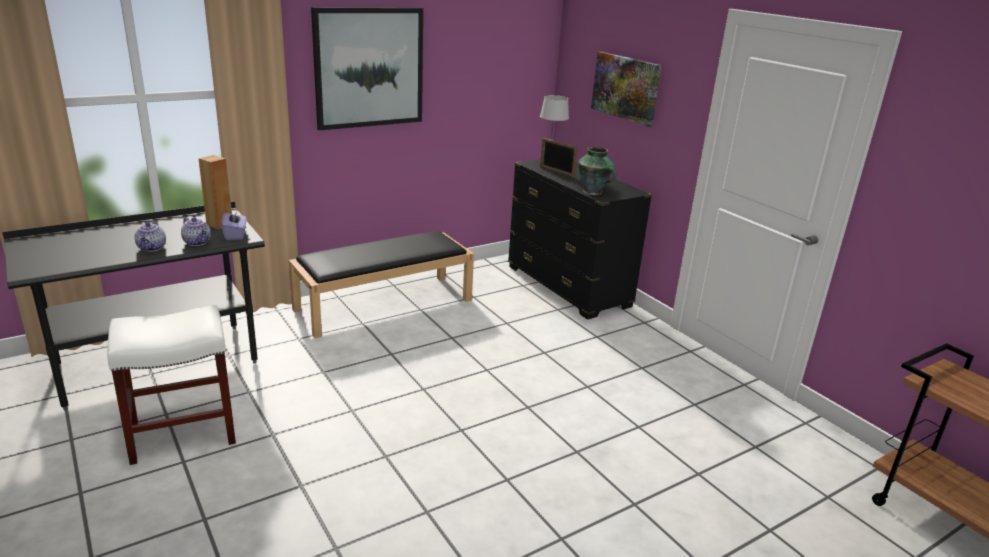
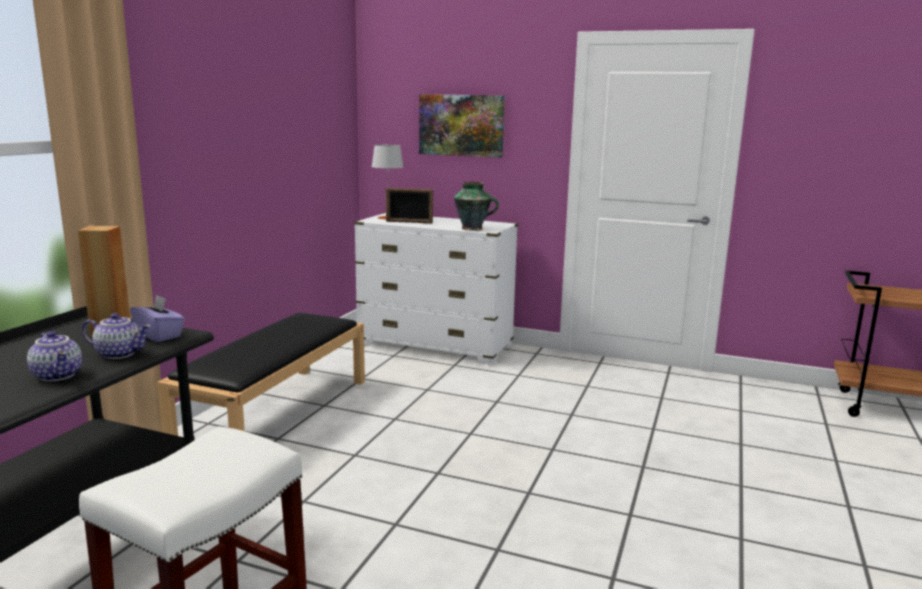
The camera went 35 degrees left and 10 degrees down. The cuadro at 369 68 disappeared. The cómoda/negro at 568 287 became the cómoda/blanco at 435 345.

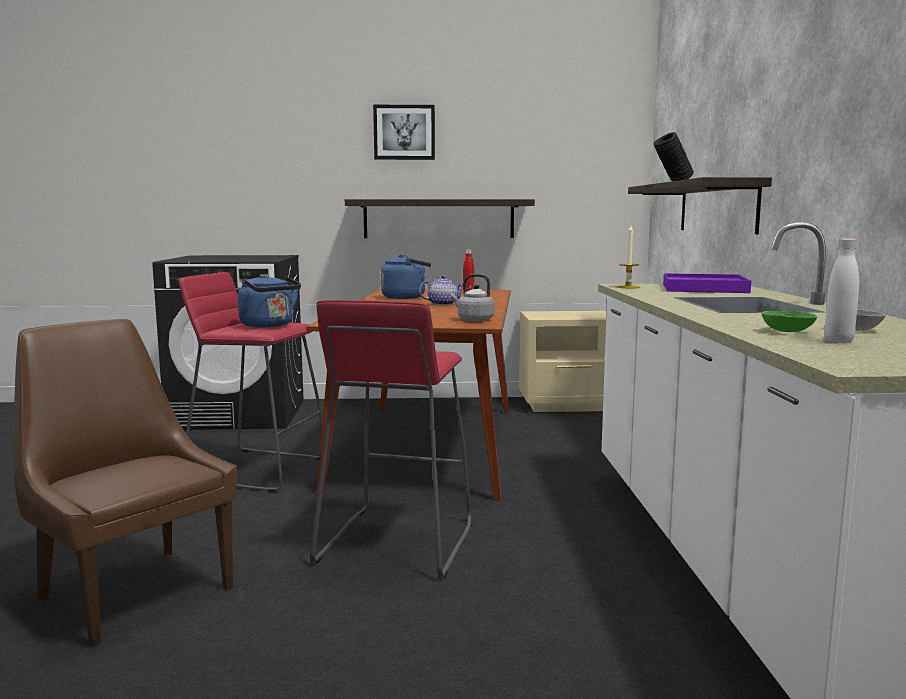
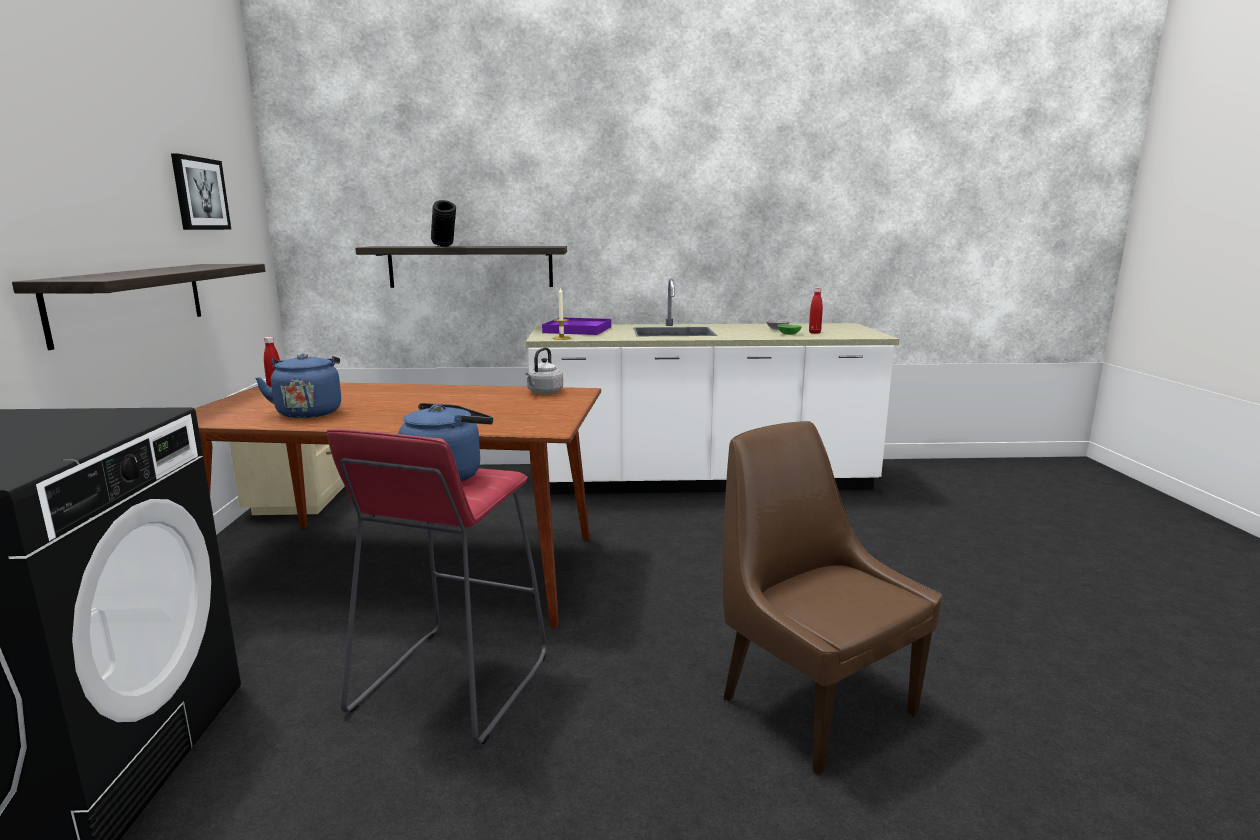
The camera went 90 degrees left and 5 degrees up. The taburete/rojo at 395 542 disappeared. The tetera at 442 304 disappeared. The cuadro moved from 404 132 to 199 194. The botella/blanco at 838 341 became the botella/rojo at 814 333. The silla/marrón at 133 591 turned 105 degrees clockwise.

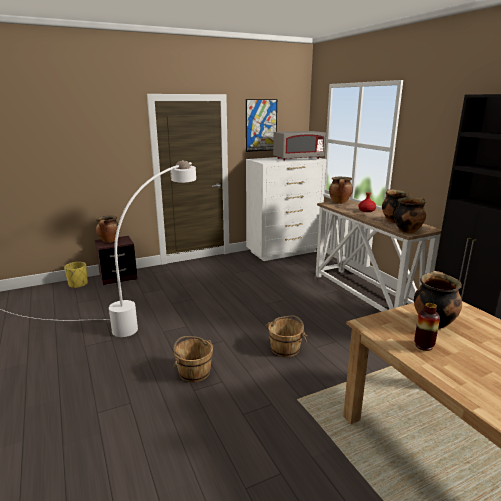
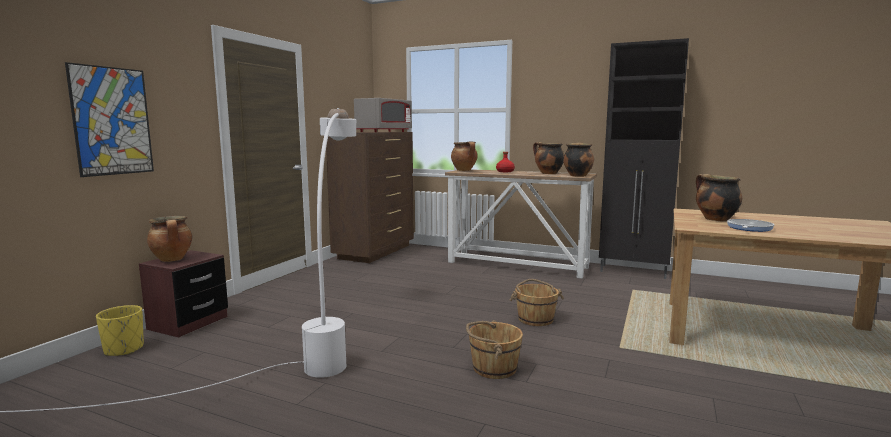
The camera went 40 degrees left and 10 degrees down. The cuadro moved from 261 125 to 112 121. The florero at 423 346 was replaced by the sartén at 748 228. The cómoda/blanco at 284 251 became the cómoda/marrón at 376 251.

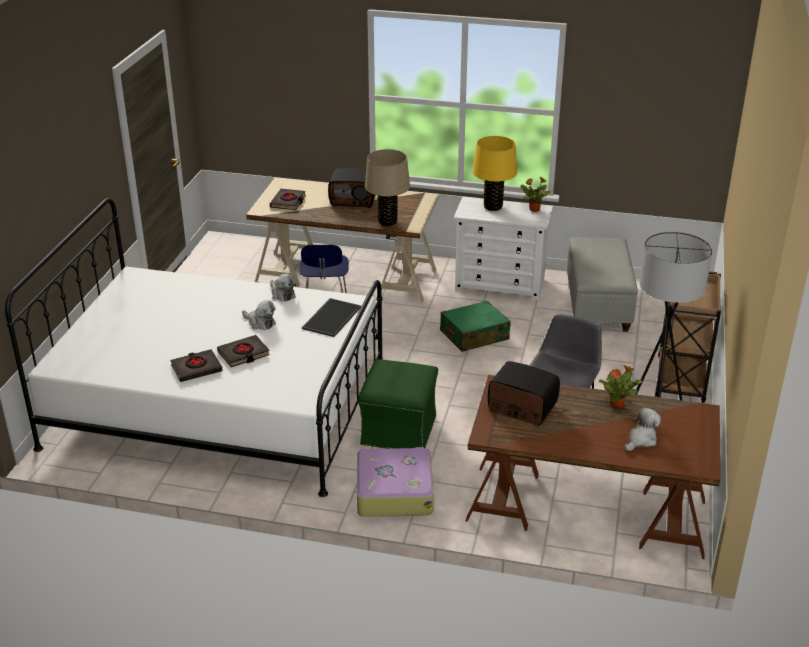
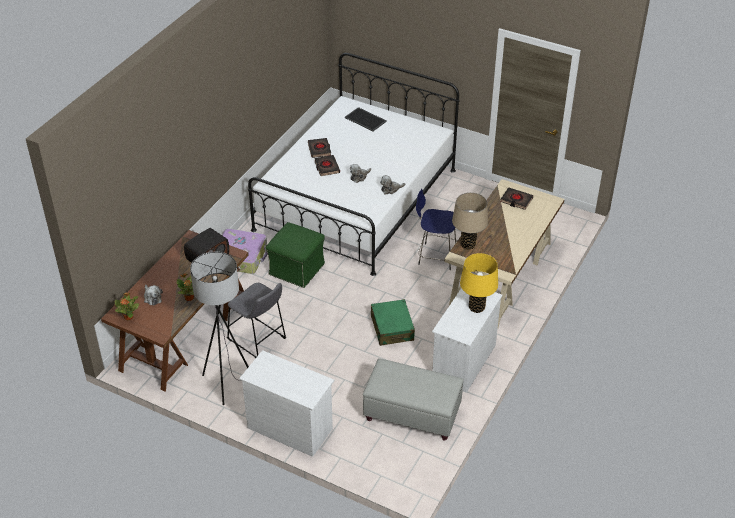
The camera went 105 degrees right and 10 degrees up. The radio at 353 200 disappeared. The bandeja moved from 331 317 to 366 119. The planta en maceta moved from 534 209 to 128 317. The carrito/marrón at 680 381 was replaced by the cómoda/blanco at 289 428.

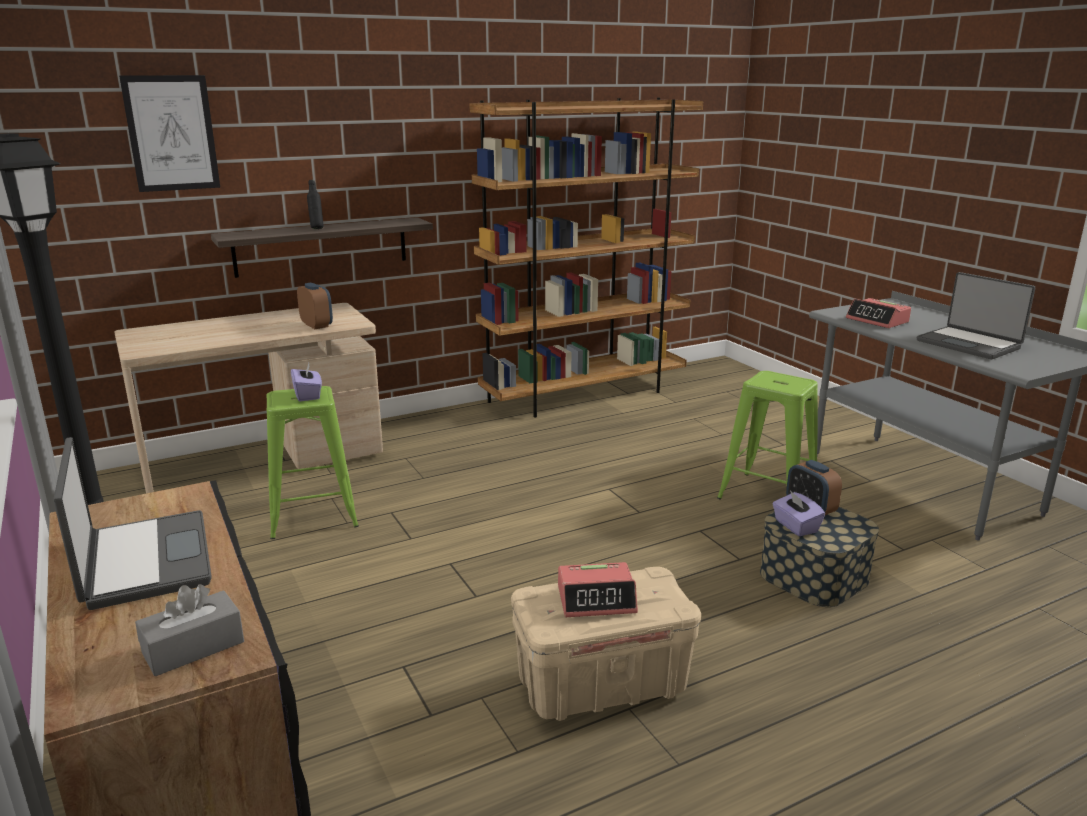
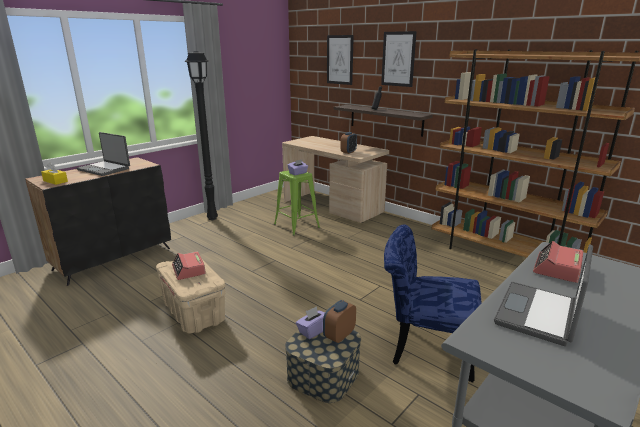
The camera went 70 degrees right and 0 degrees up. The cuadro at 398 59 appeared. The taburete/verde at 768 496 was replaced by the silla/azul at 424 347. The caja de pañuelos/gris at 193 647 became the caja de pañuelos/amarillo at 55 181. The portátil at 143 561 turned 75 degrees clockwise.

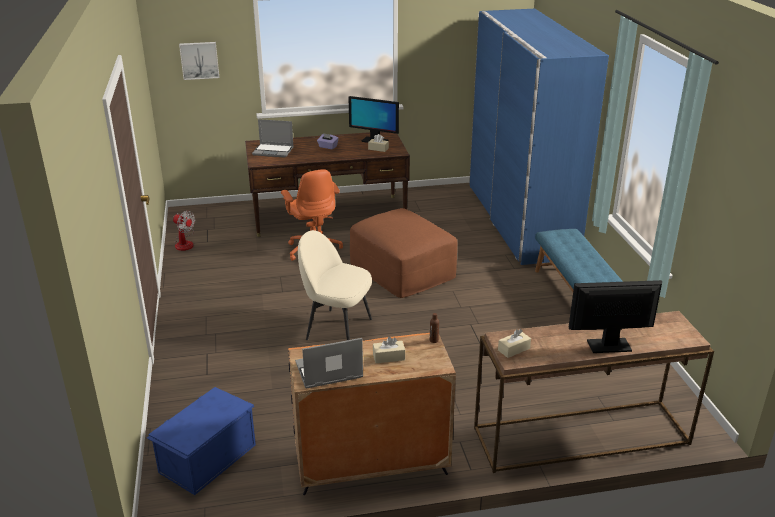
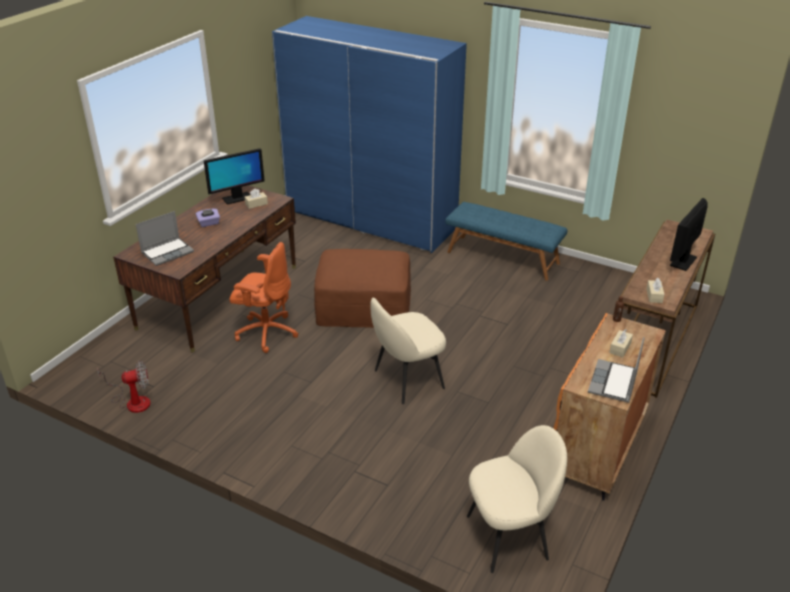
The camera went 50 degrees left and 5 degrees up. The cuadro at 199 60 disappeared. The caja de almacenaje/azul at 206 458 was replaced by the silla/beis at 509 536.

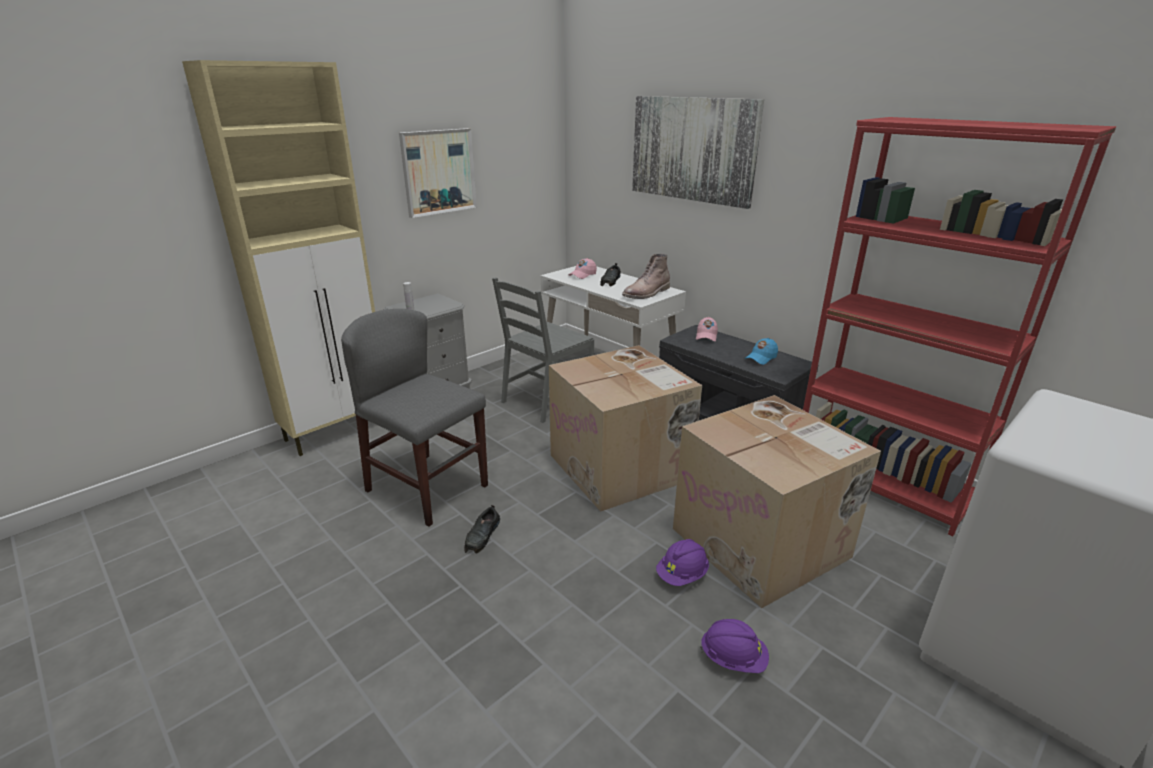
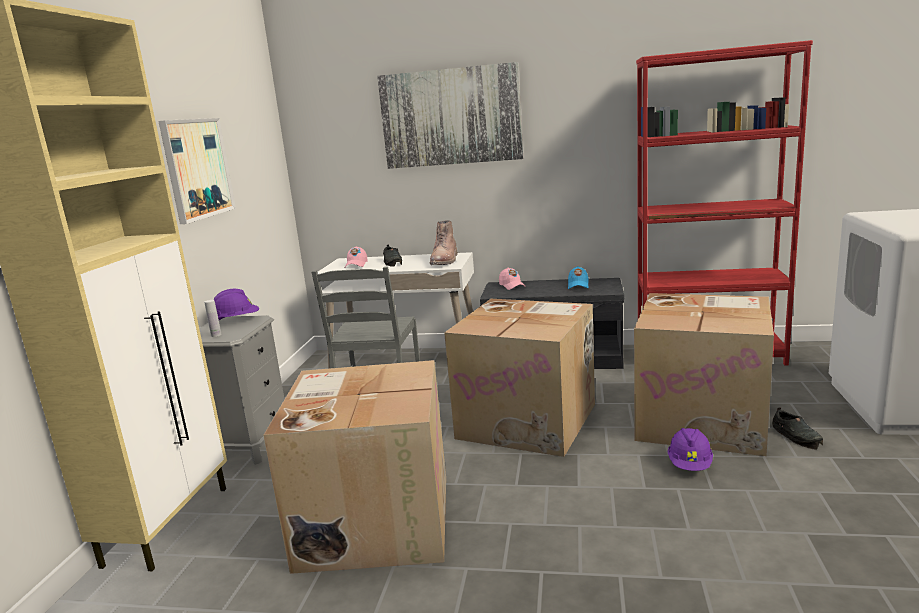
The camera went 35 degrees left and 10 degrees down. The zapato/negro moved from 482 536 to 797 435. The casco/morado moved from 733 658 to 236 320. The silla/gris at 427 488 was replaced by the caja de cartón at 373 519.

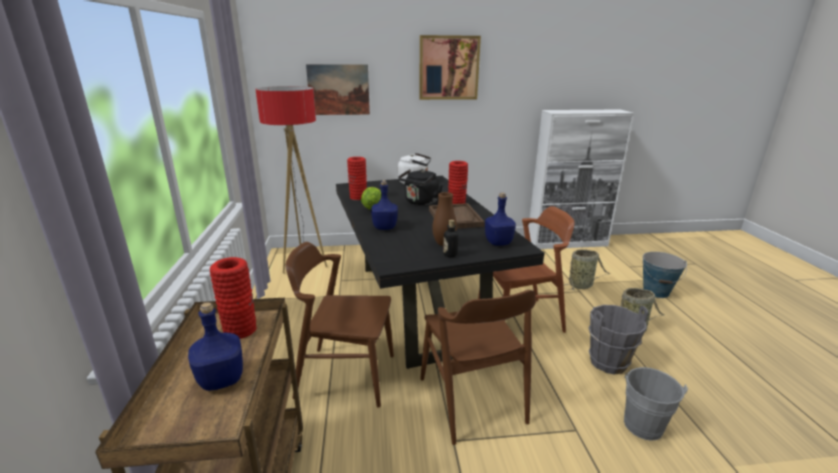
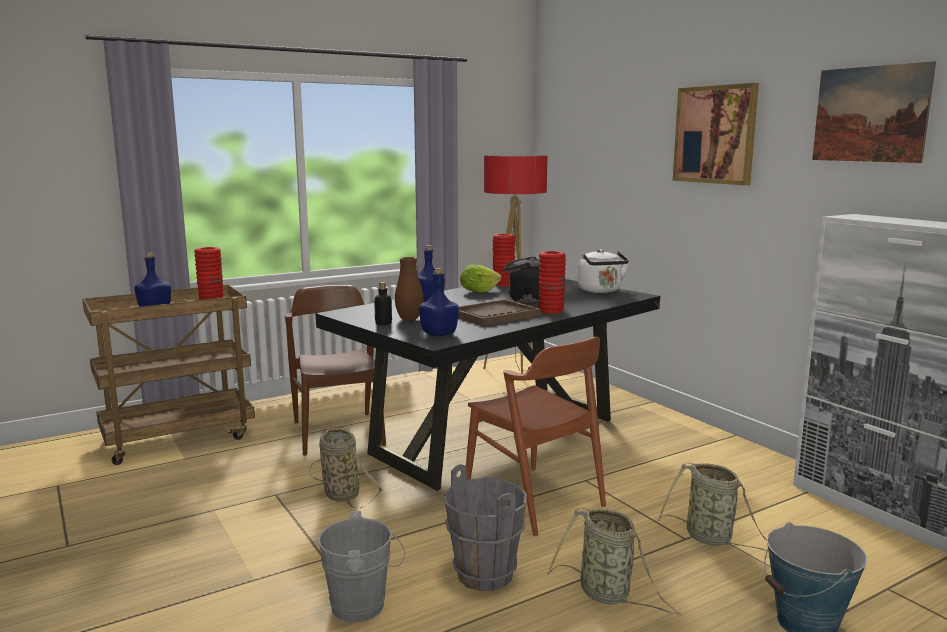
The camera went 65 degrees right and 10 degrees down. The cuadro moved from 338 90 to 870 114. The silla/marrón at 471 400 was replaced by the cesta at 340 494.

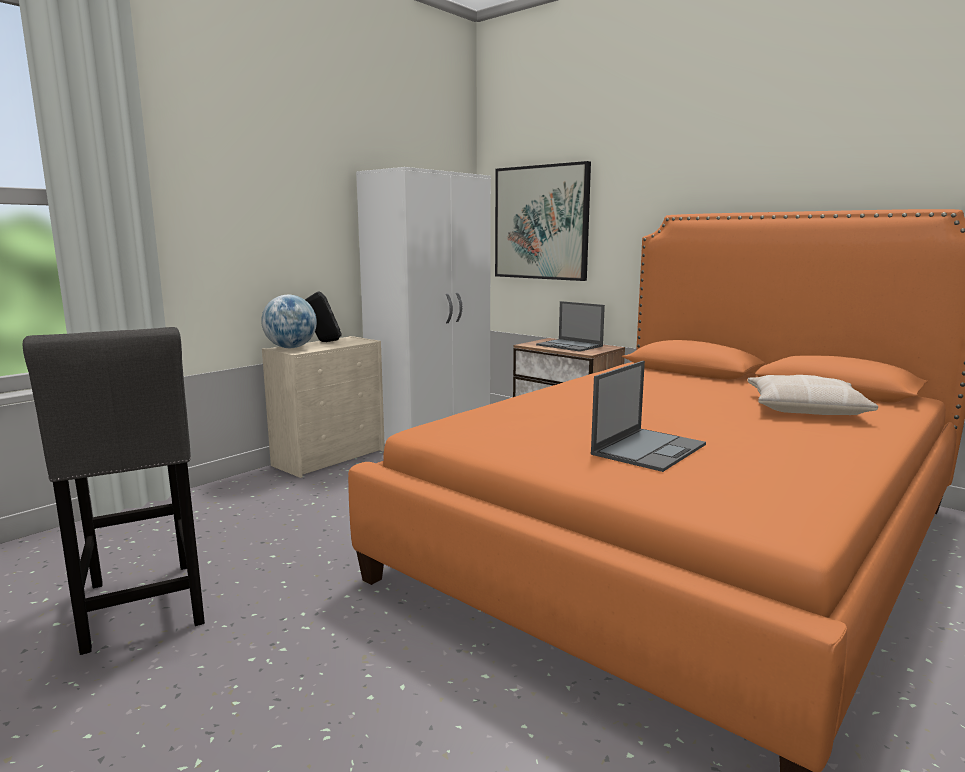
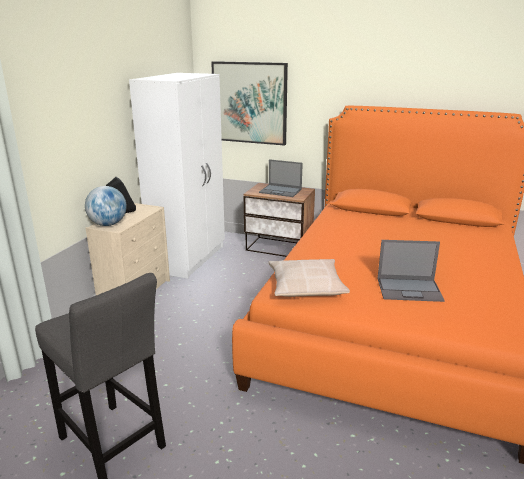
The camera went 20 degrees left and 10 degrees up. The cojín/beis moved from 805 408 to 306 286. The portátil at 649 449 turned 75 degrees clockwise.

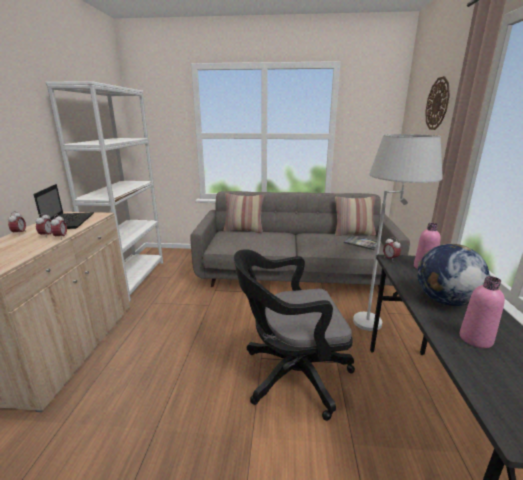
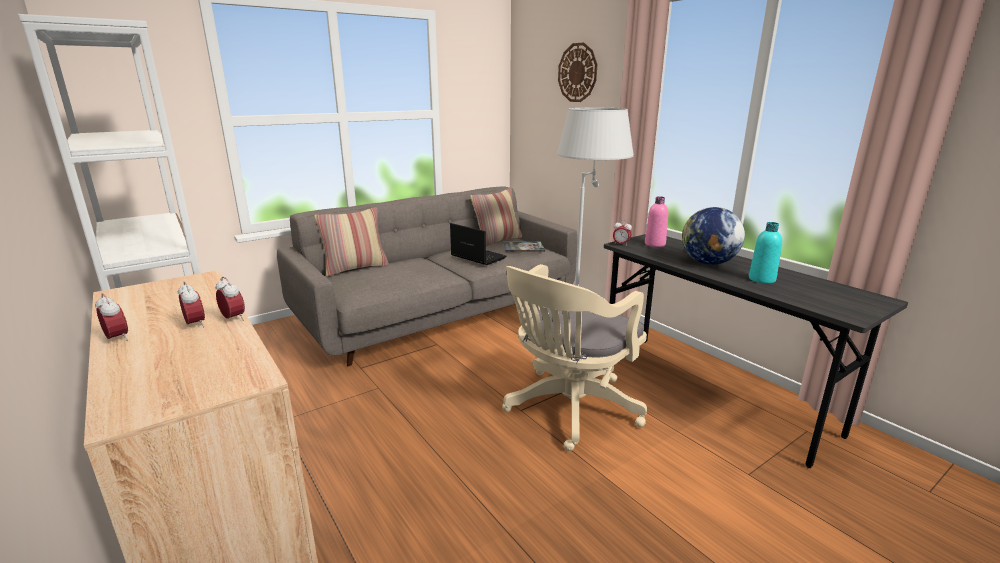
The camera went 40 degrees left and 0 degrees up. The portátil moved from 69 221 to 477 257. The silla de oficina/negro at 290 375 became the silla de oficina/beis at 568 410. The botella/rosa at 475 339 became the botella/turquesa at 762 279.

